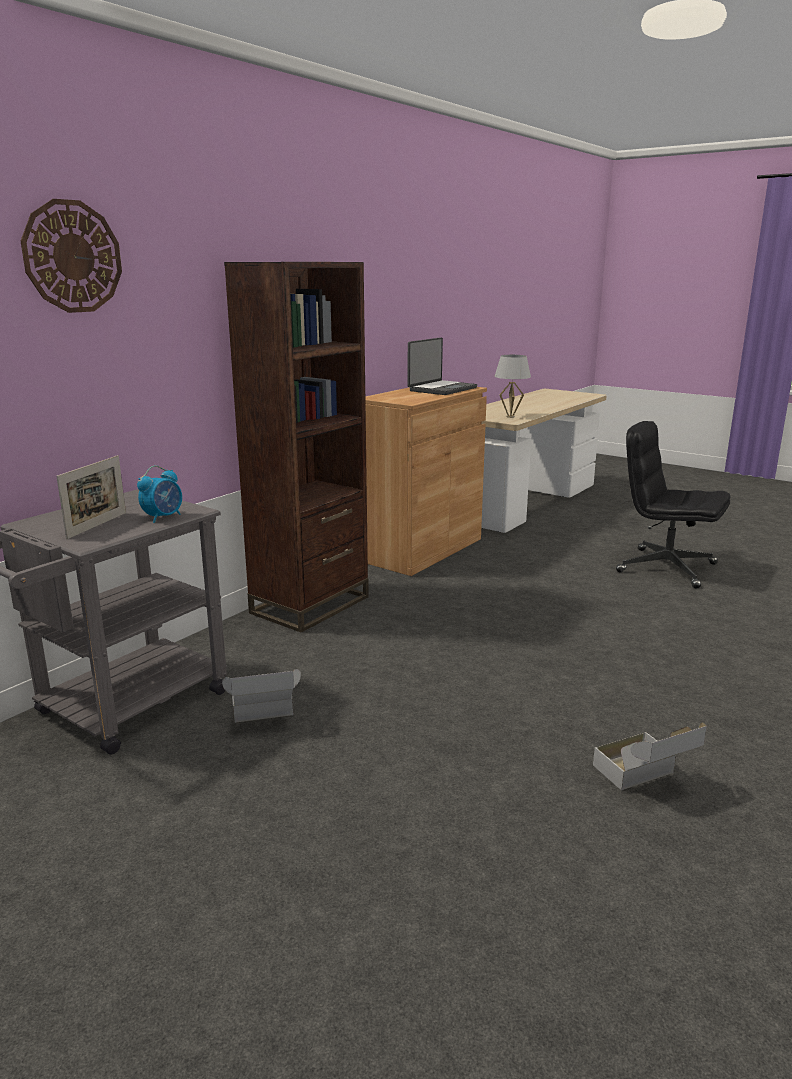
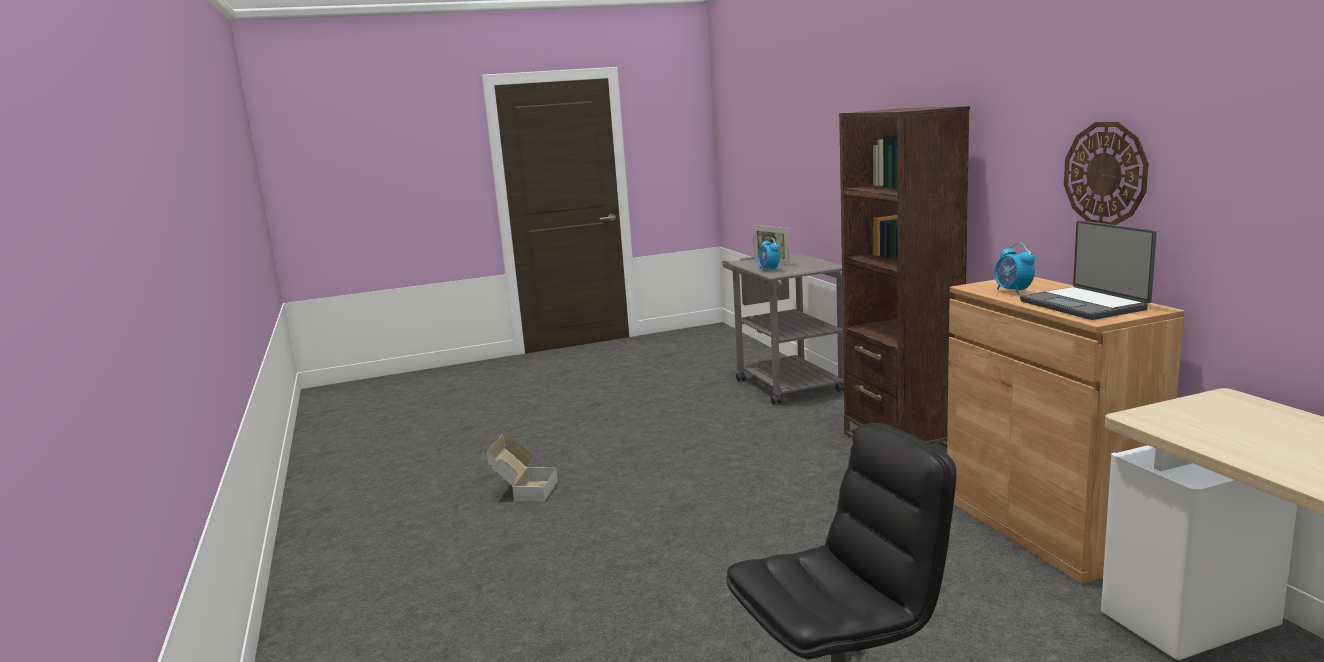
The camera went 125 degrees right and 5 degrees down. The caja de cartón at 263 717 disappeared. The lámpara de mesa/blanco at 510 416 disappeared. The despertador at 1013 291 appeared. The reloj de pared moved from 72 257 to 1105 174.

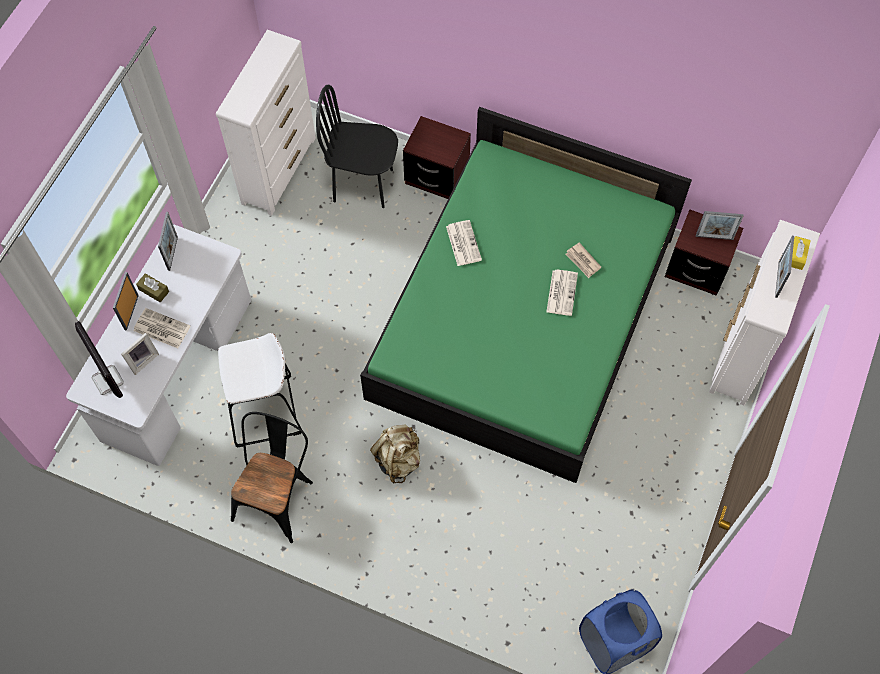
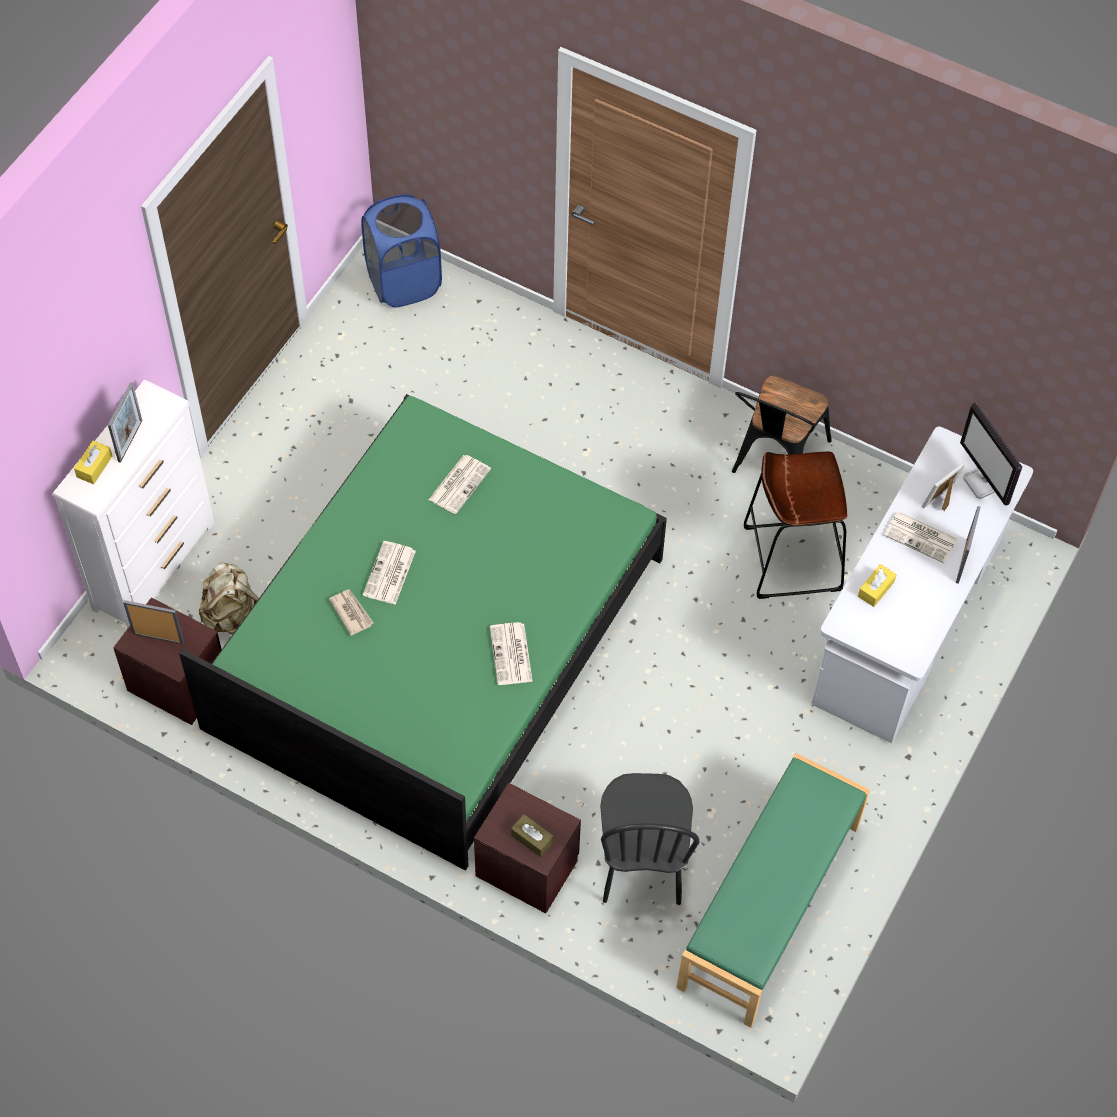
The camera went 175 degrees left and 5 degrees down. The portarretratos at 173 253 disappeared. The periódico at 459 483 appeared. The caja de pañuelos/amarillo at 876 589 appeared. The caja de pañuelos/marrón moved from 154 290 to 532 838. The mochila/beis moved from 398 459 to 232 615. The cómoda/blanco at 279 169 was replaced by the banco/verde at 770 906. The taburete/blanco at 264 411 became the taburete/marrón at 791 558. The silla/negro at 363 184 turned 75 degrees clockwise.

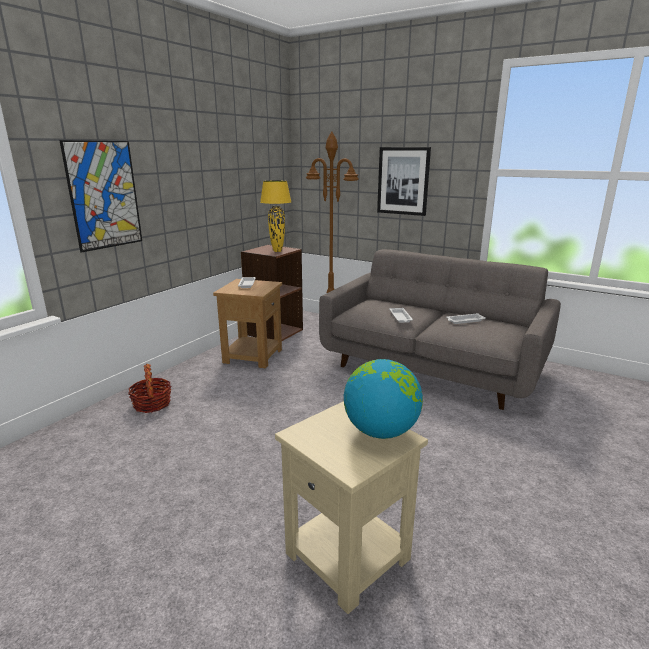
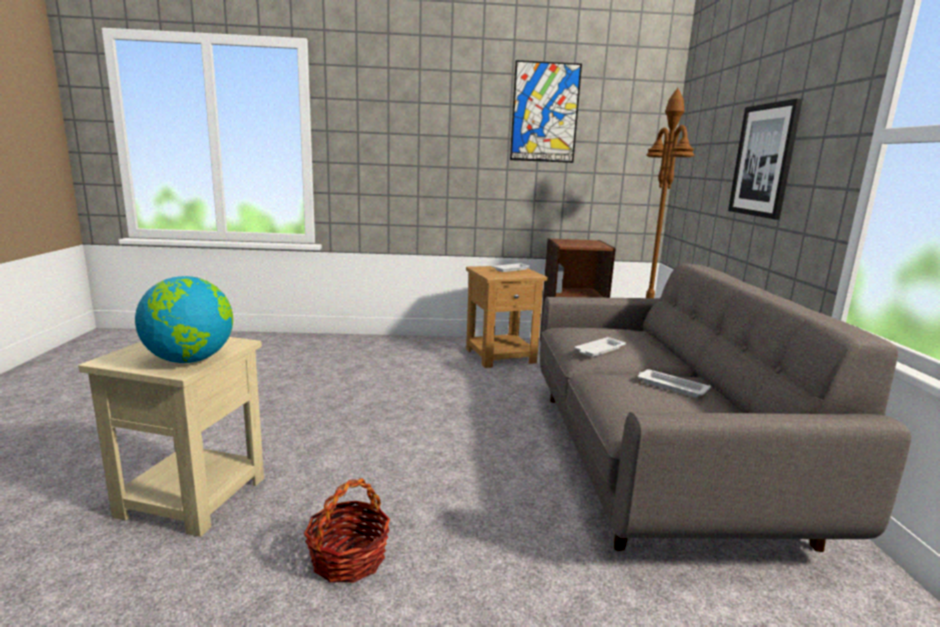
The camera went 55 degrees right and 5 degrees down. The lámpara de mesa/amarillo at 277 251 disappeared. The cuadro moved from 104 195 to 545 112. The cesta moved from 152 404 to 348 559.

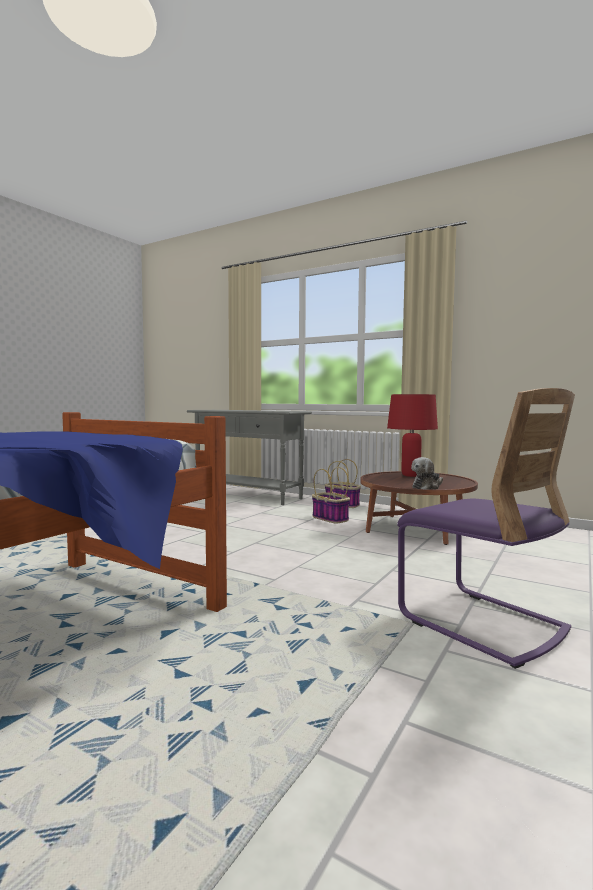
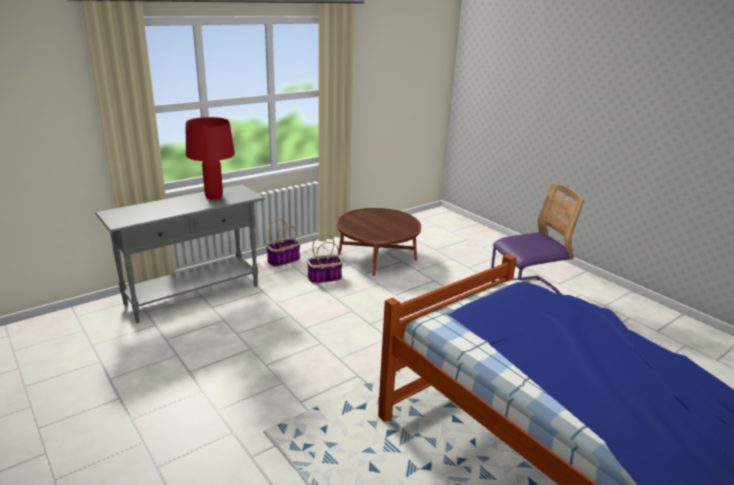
The camera went 70 degrees left and 20 degrees up. The peluche at 427 487 disappeared. The lámpara de mesa/rojo moved from 410 475 to 213 197.

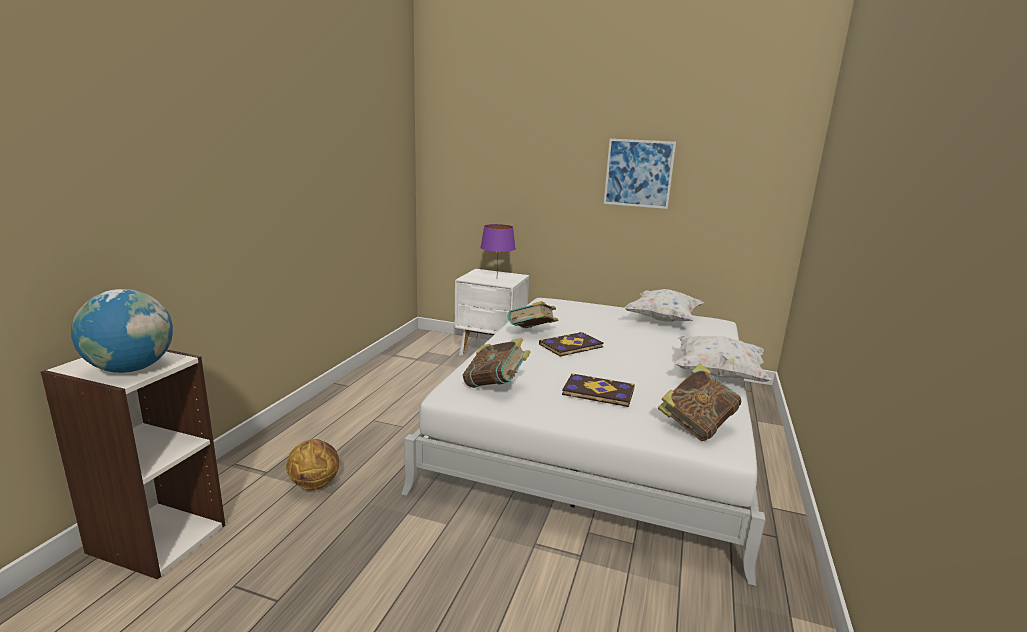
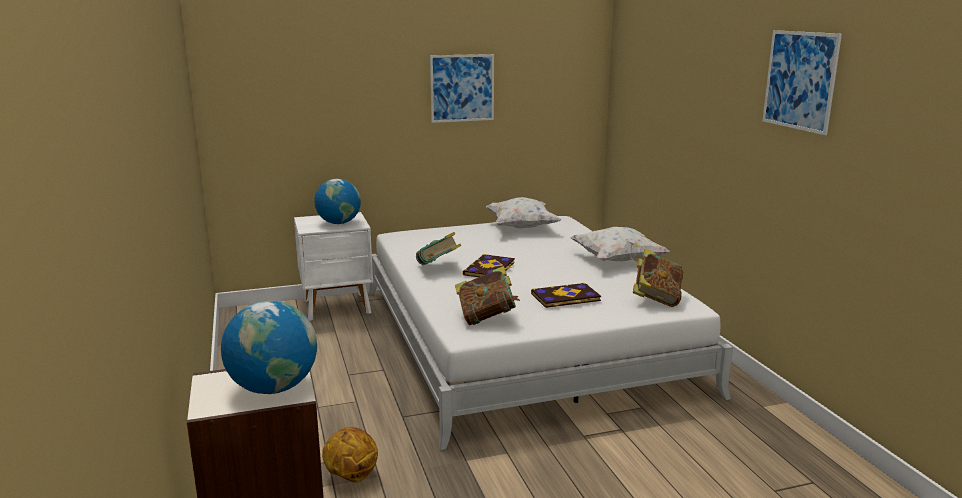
The camera went 35 degrees left and 0 degrees up. The cuadro at 800 80 appeared. The lámpara de mesa/morado at 496 279 was replaced by the globo terráqueo at 339 223.

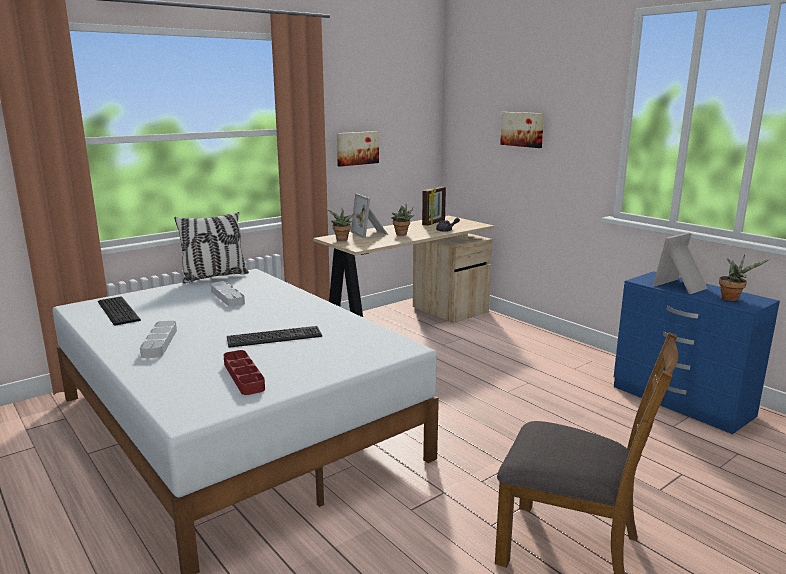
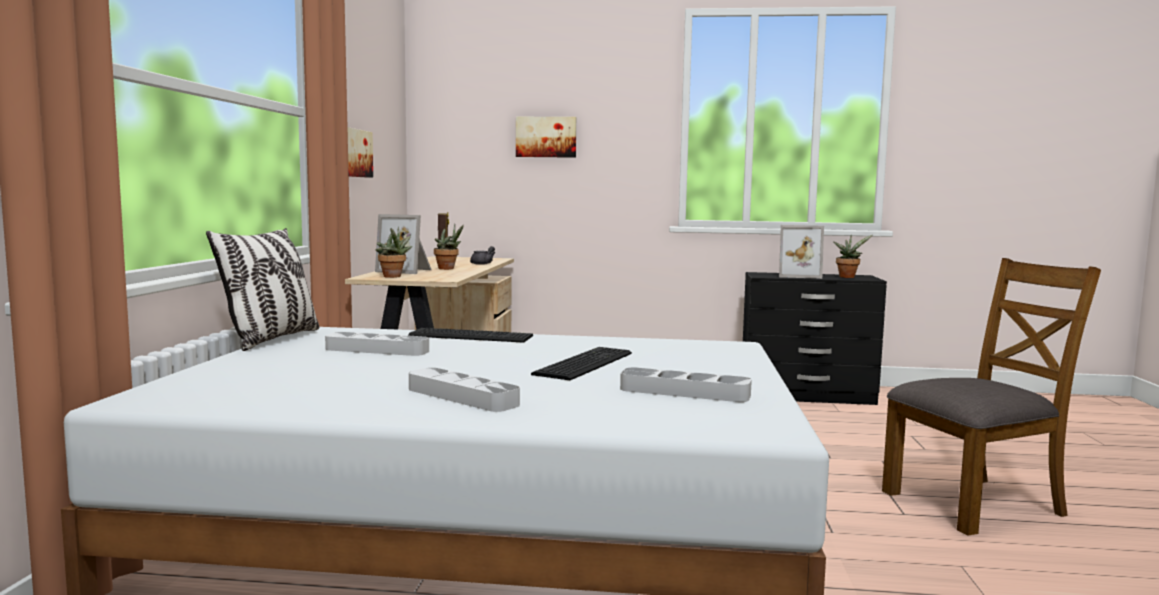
The camera went 45 degrees left and 10 degrees down. The teclado moved from 120 310 to 470 335. The bandeja/rojo at 243 376 became the bandeja/gris at 684 392. The cómoda/azul at 681 402 became the cómoda/negro at 807 395. The portarretratos at 682 286 turned 90 degrees counterclockwise.

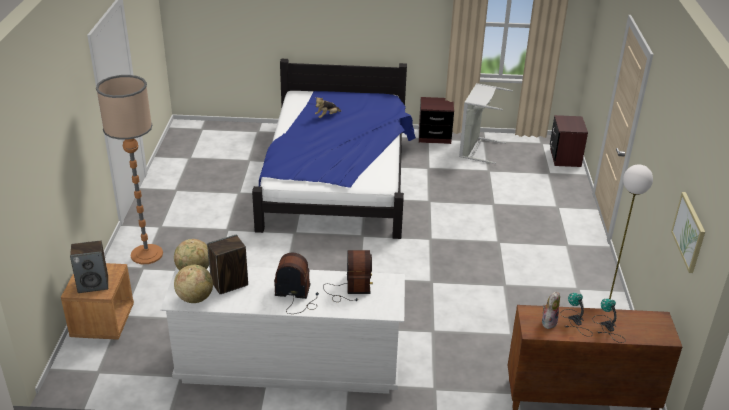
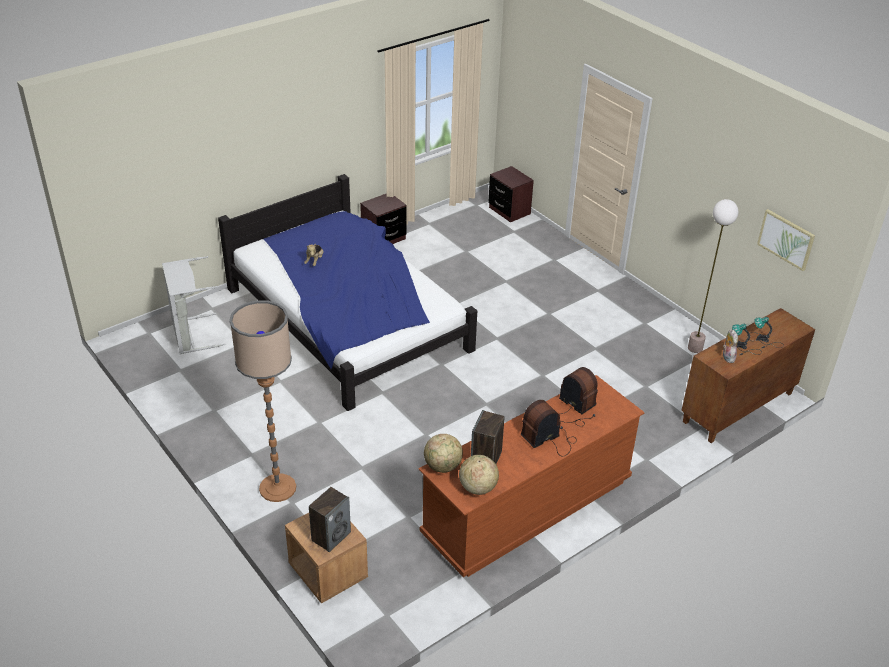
The camera went 40 degrees left and 5 degrees up. The cesto de la ropa/gris moved from 476 149 to 191 335. The cómoda/blanco at 289 364 became the cómoda/marrón at 527 507.

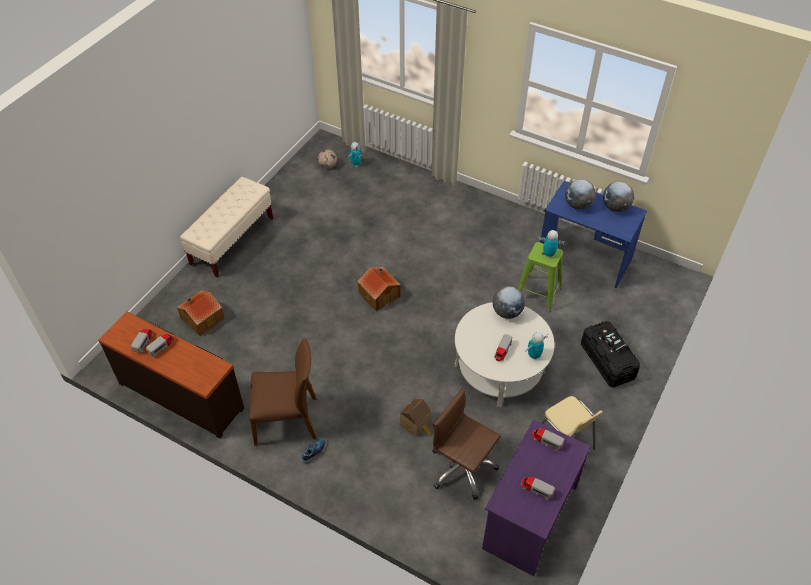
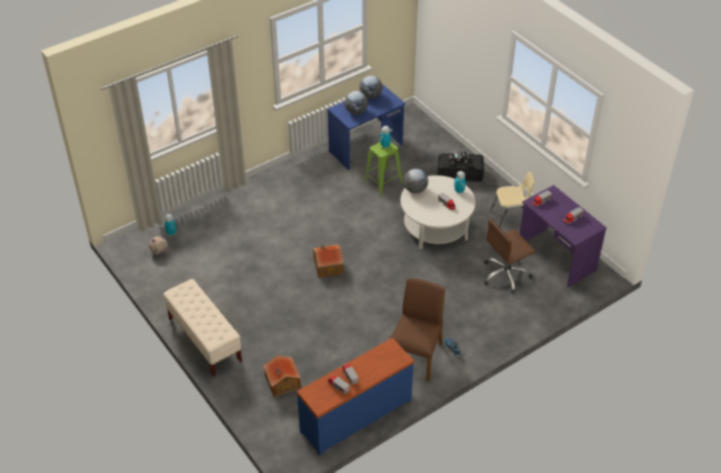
The camera went 65 degrees left and 5 degrees down. The casita at 416 424 disappeared. The cómoda/marrón at 182 394 became the cómoda/azul at 355 415.

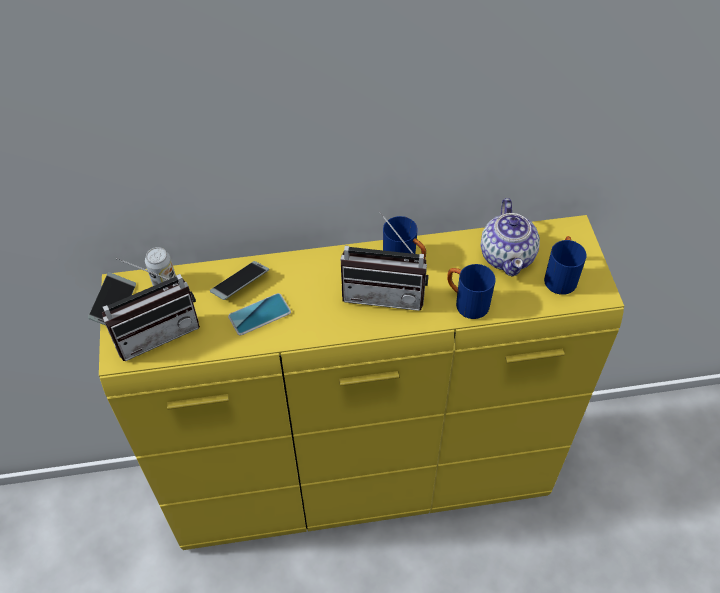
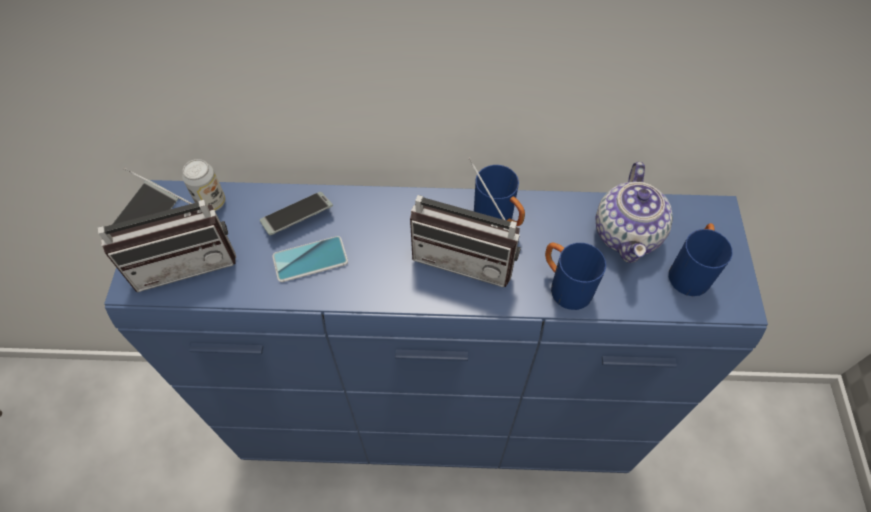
The camera went 10 degrees right and 5 degrees up. The cómoda/amarillo at 364 486 became the cómoda/azul at 437 426.

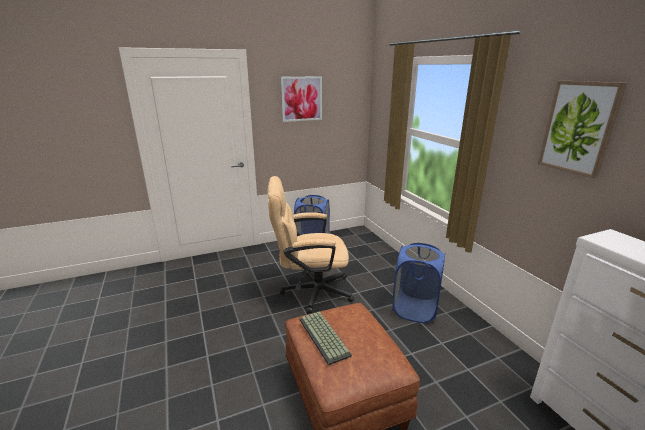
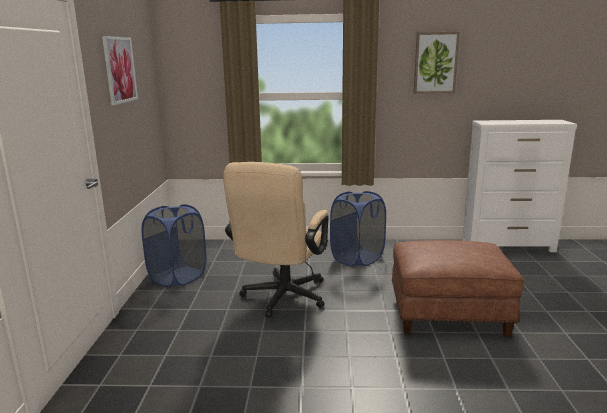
The camera went 65 degrees left and 5 degrees down. The teclado at 325 337 disappeared.

